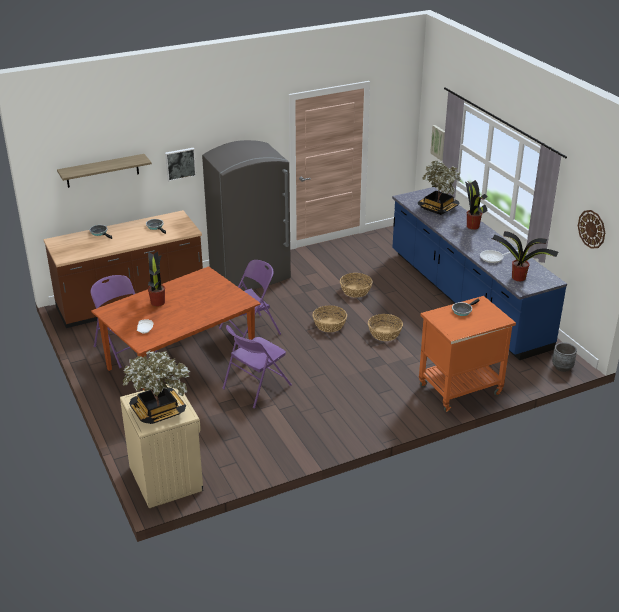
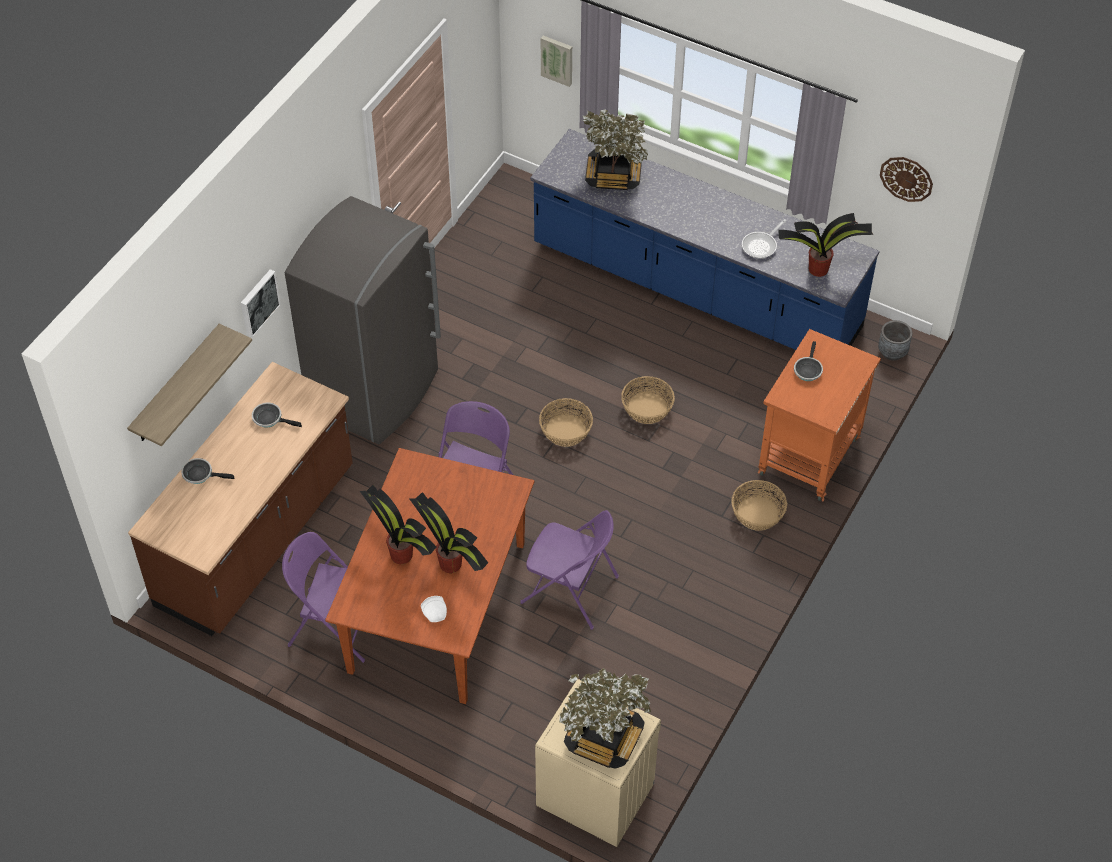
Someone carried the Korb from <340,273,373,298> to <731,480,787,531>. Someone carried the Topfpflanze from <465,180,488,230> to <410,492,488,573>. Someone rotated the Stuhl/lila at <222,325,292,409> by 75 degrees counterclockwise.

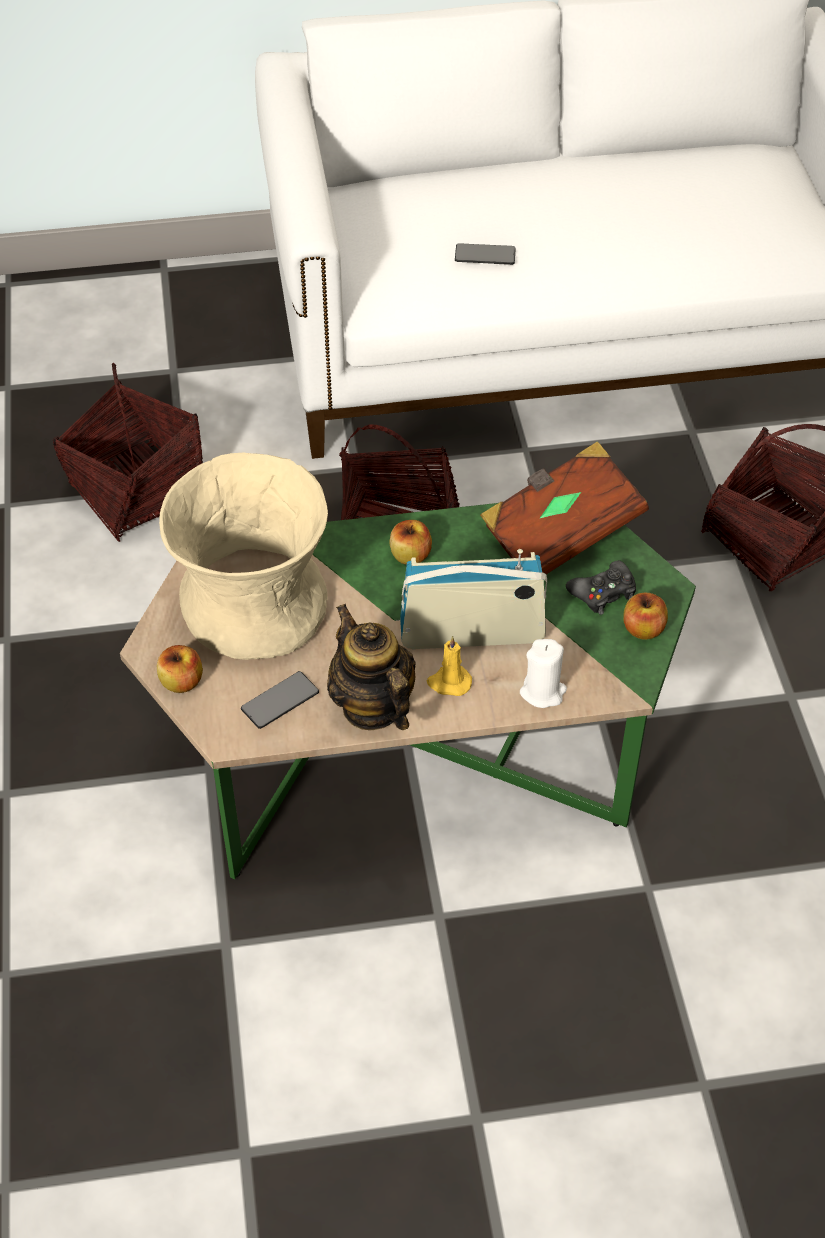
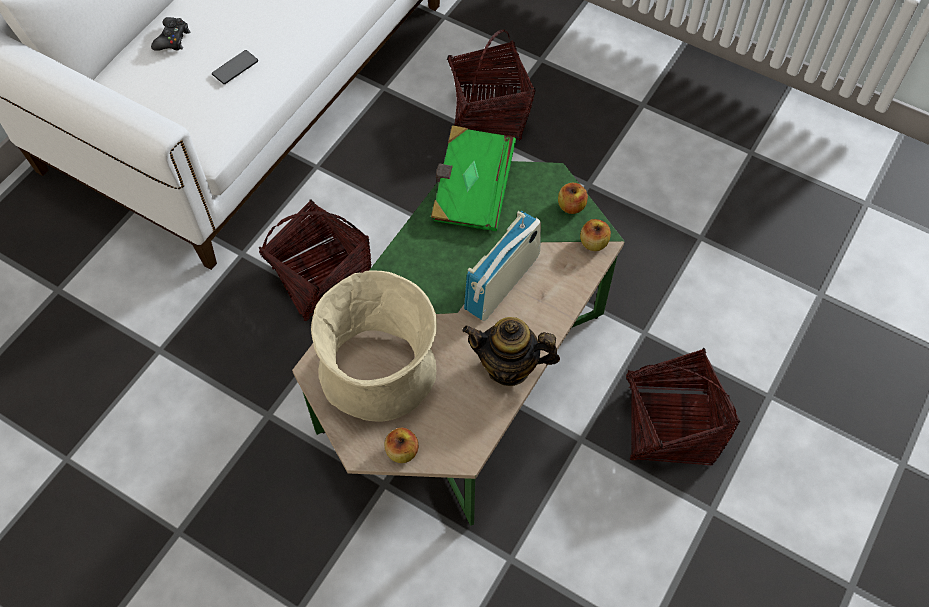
Someone took away the Handy at <241,671,319,729>. Someone took away the Kerze/gelb at <427,636,472,696>. Someone took away the Kerze/weiß at <520,639,567,708>. Someone carried the Korb from <53,363,203,542> to <626,348,740,466>. Someone carried the Apfel from <390,520,432,565> to <580,219,611,251>. Someone carried the Gamepad/schwarz from <566,560,636,615> to <151,17,190,51>. Someone repainted the Buch/braun at <480,441,649,574>, which became the Buch/grün at <431,125,516,231>.

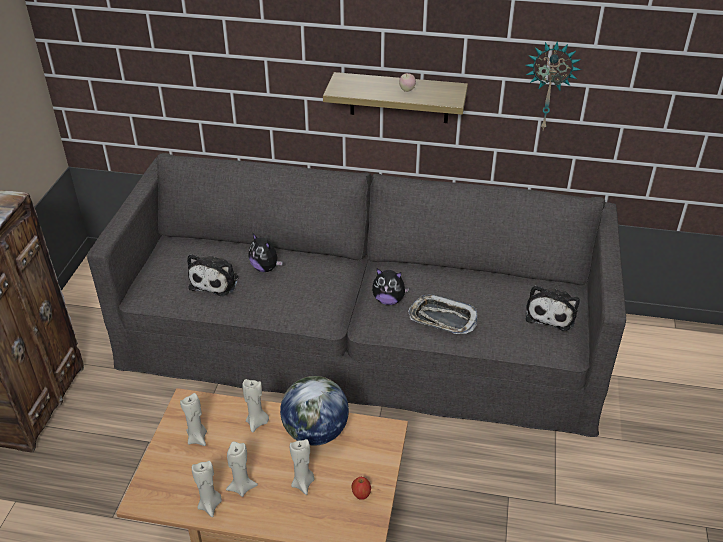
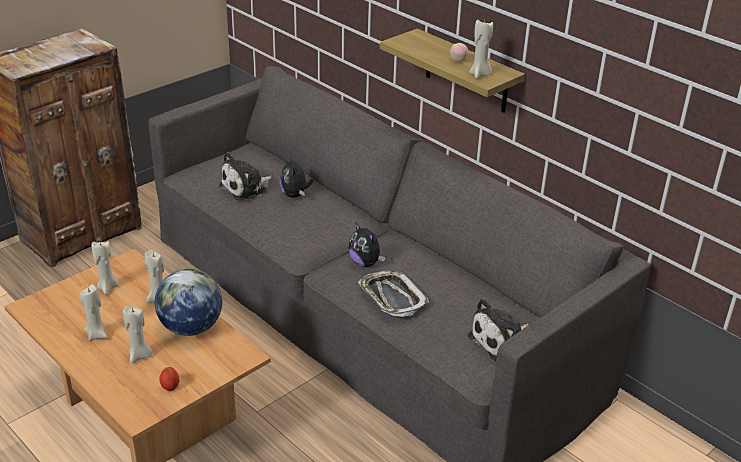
Someone took away the Wanduhr at <525,41,581,129>. Someone carried the Kerze/beige from <192,461,222,517> to <469,20,493,79>.

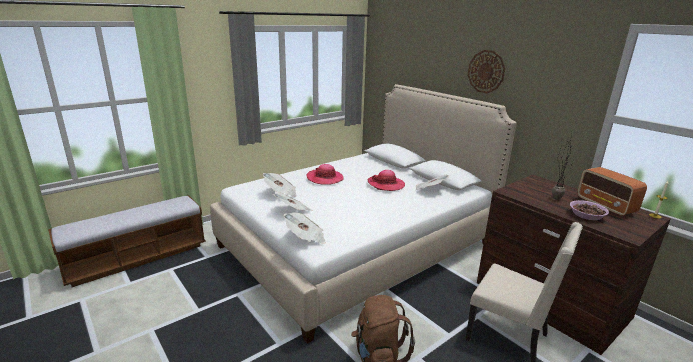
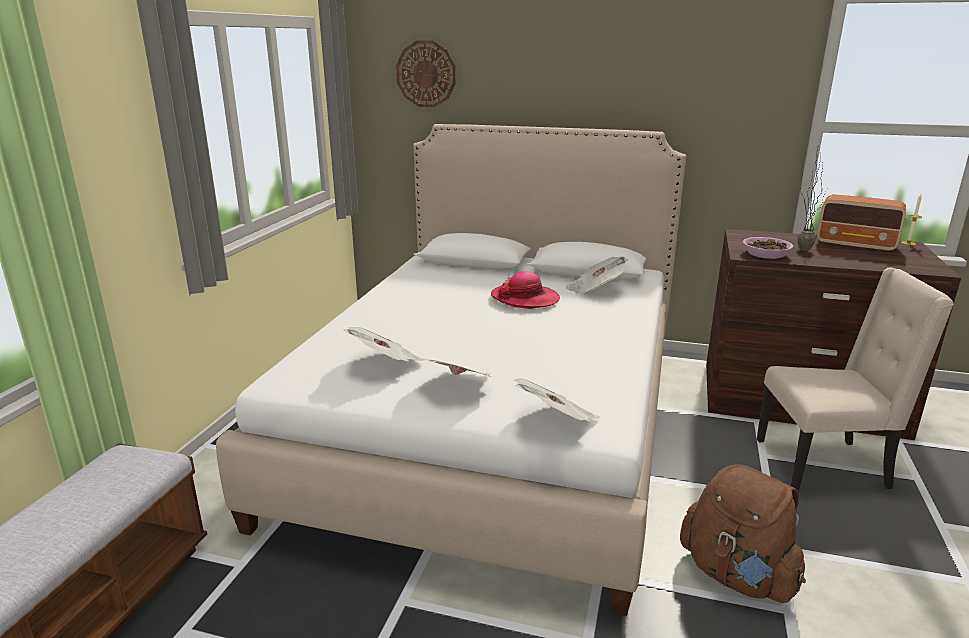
Someone took away the Hut at <306,164,344,185>. Someone carried the Wanduhr from <468,50,505,93> to <396,41,456,107>. Someone carried the Schüssel from <570,200,609,220> to <743,237,793,259>.

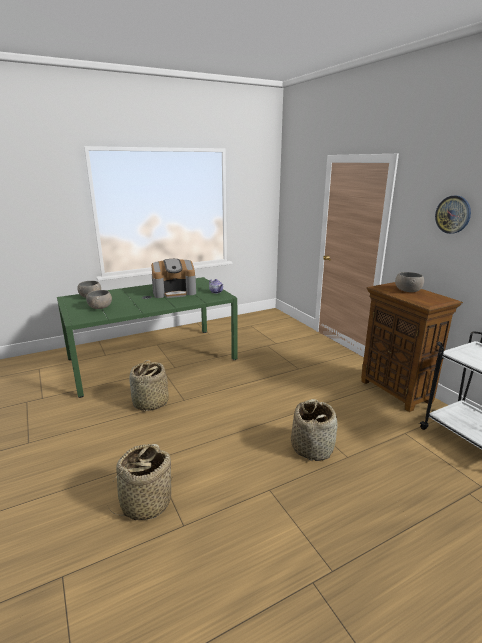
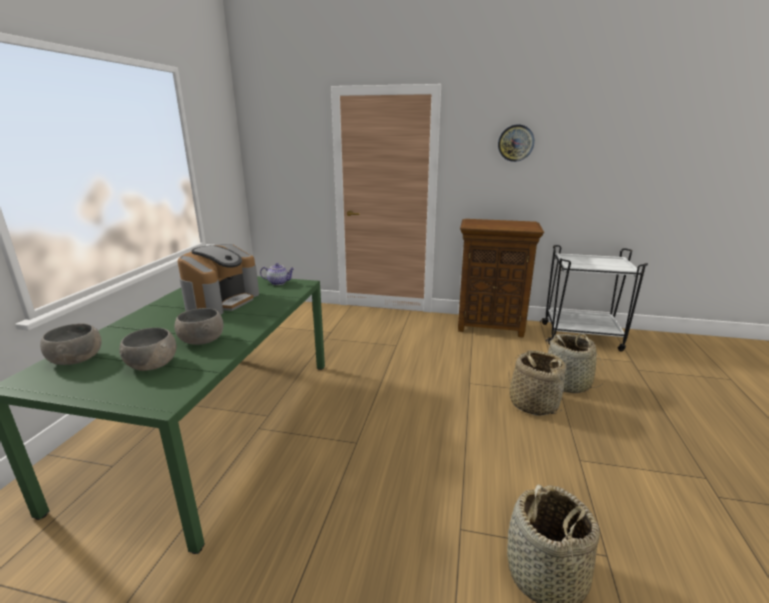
Someone carried the Korb from <129,360,169,411> to <548,333,606,393>. Someone carried the Schüssel/grau from <395,272,424,292> to <174,308,223,345>.

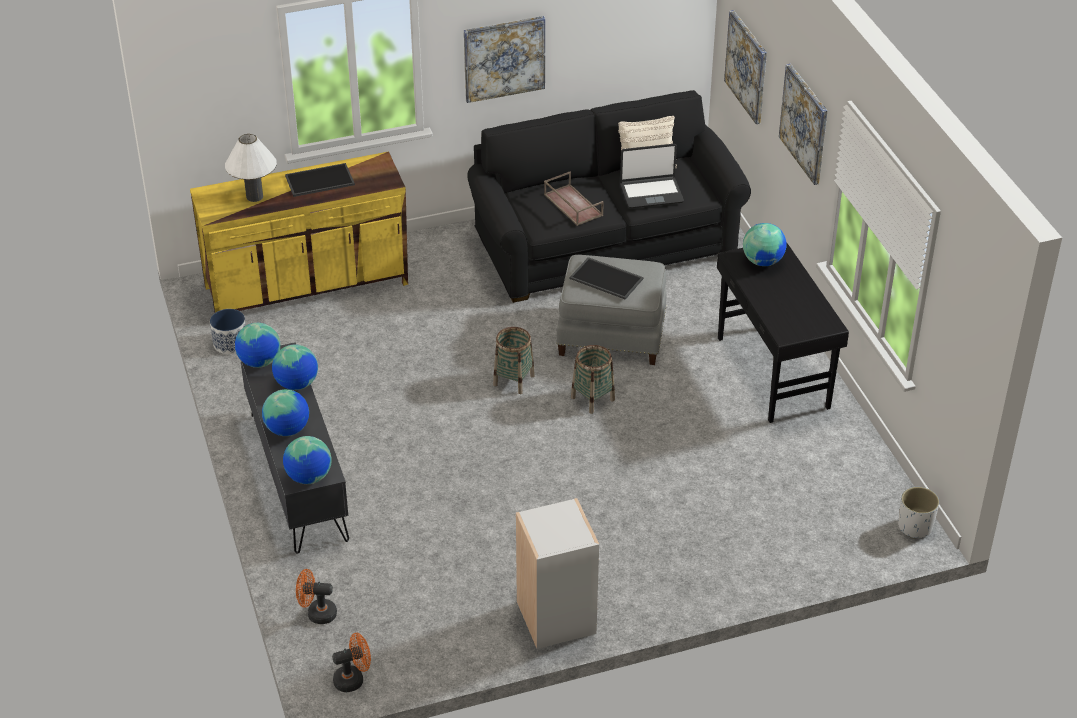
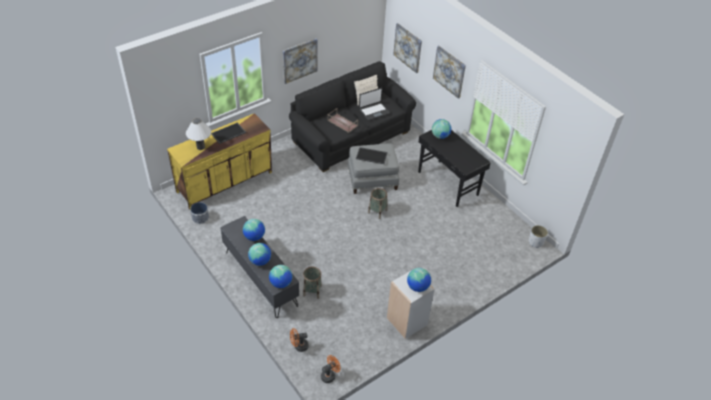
Someone carried the Globus from <235,323,280,368> to <407,268,431,292>. Someone carried the Korb from <493,327,535,394> to <303,267,322,299>.

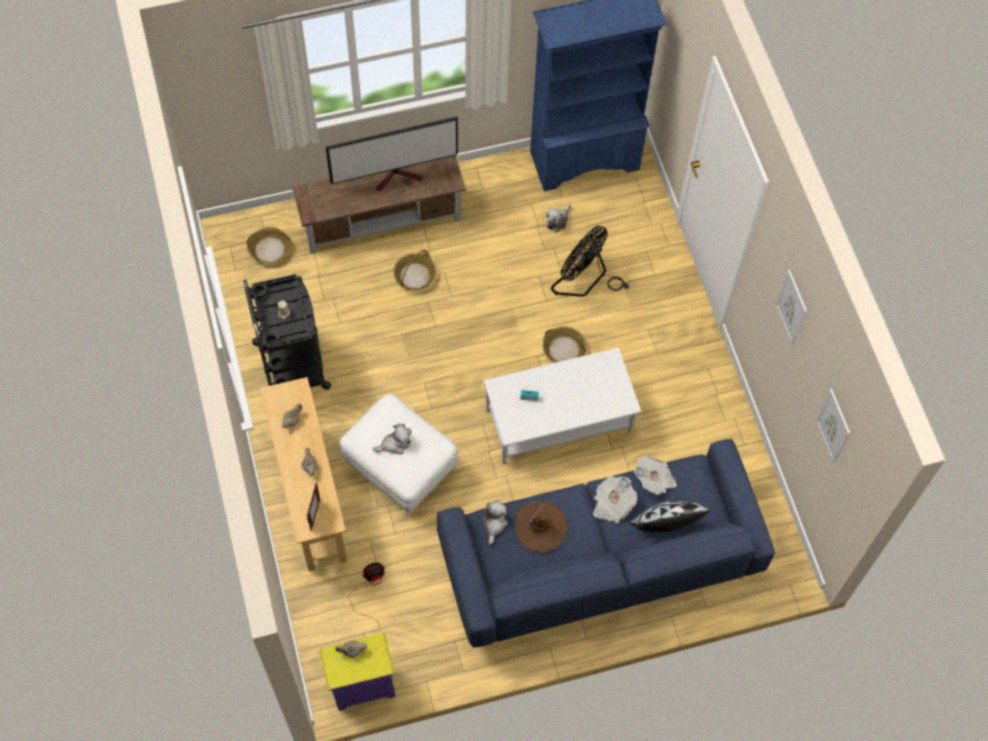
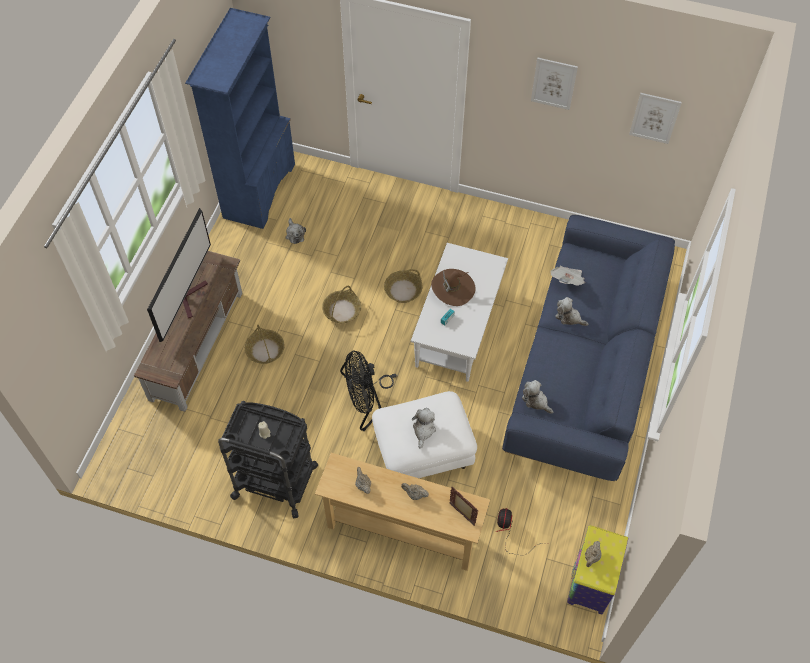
Someone took away the Kissen at <630,501,711,532>. Someone carried the Korb from <247,227,291,264> to <322,286,361,323>. Someone carried the Hut/braun from <515,501,568,552> to <431,269,476,306>. Someone carried the Ventilator/schwarz from <551,226,629,297> to <340,351,396,431>. Someone swapped the Zeitung at <593,476,637,523> for the Plüschtier at <555,297,589,326>.

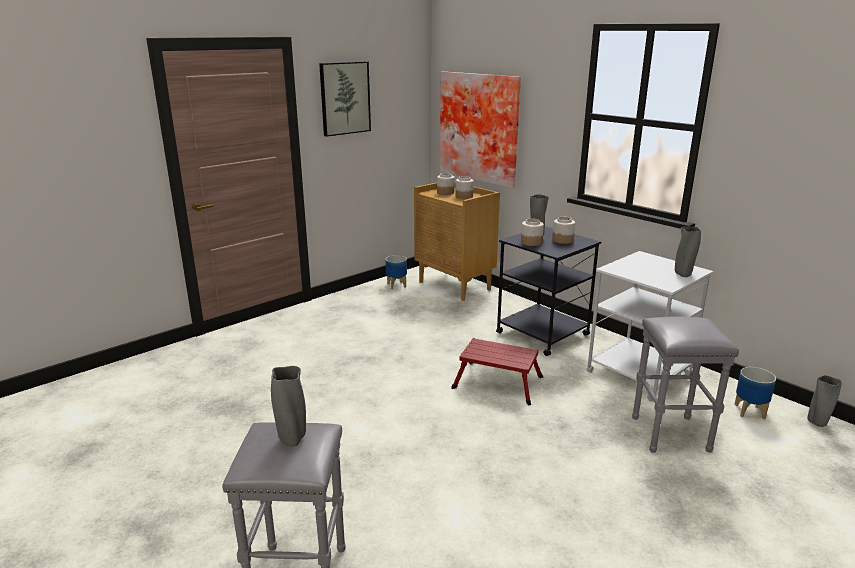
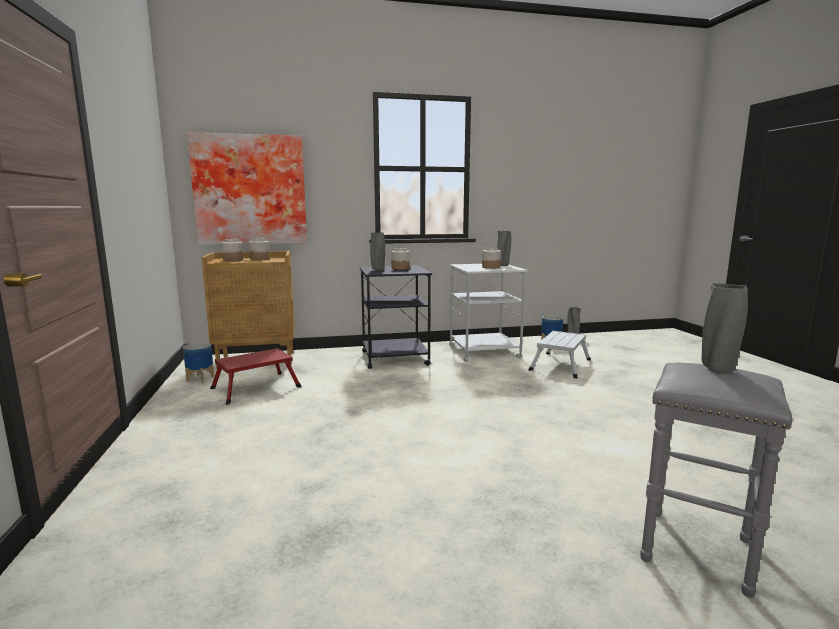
Someone took away the Bild at <319,61,371,137>. Someone carried the Trittleiter/rot from <451,338,543,405> to <210,348,302,405>. Someone carried the Vorratsglas from <521,219,544,246> to <482,247,501,269>. Someone swapped the Hocker/grau at <632,316,739,453> for the Trittleiter/weiß at <528,331,591,378>.

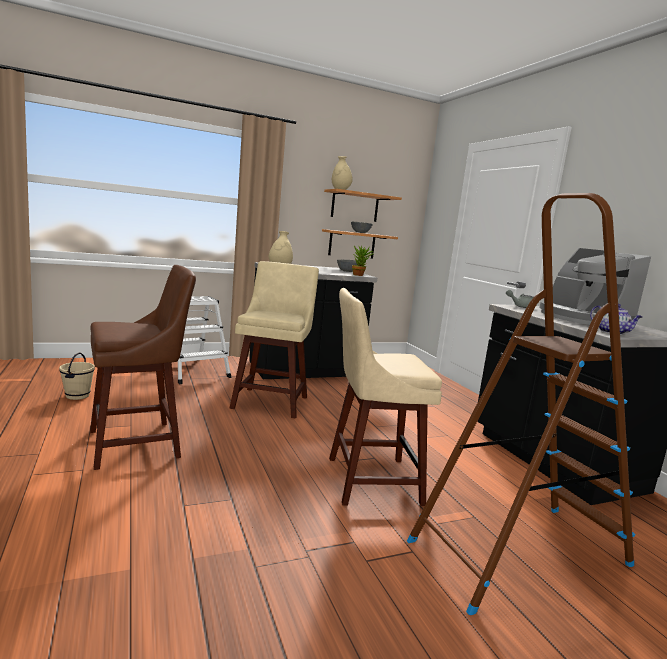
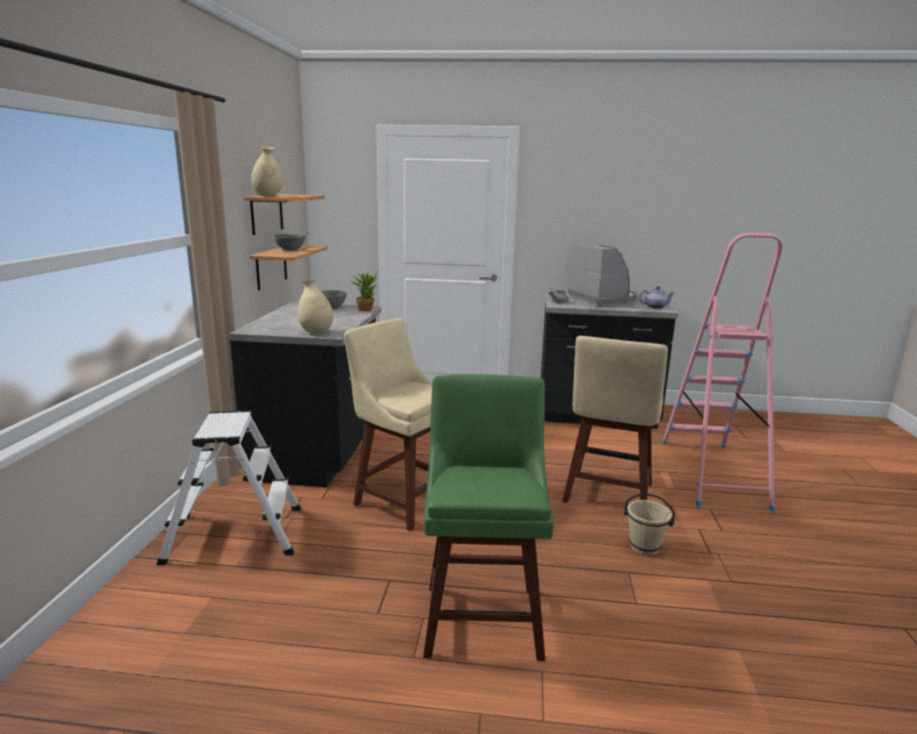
Someone carried the Eimer/beige from <59,352,95,400> to <624,493,675,556>. Someone repainted the Stuhl/braun at <90,265,196,470>, which became the Stuhl/grün at <423,374,554,661>. Someone repainted the Trittleiter/braun at <407,193,635,615>, which became the Trittleiter/rosa at <662,233,782,513>. Someone rotated the Kaffeemaschine at <539,248,651,325> by 120 degrees counterclockwise.

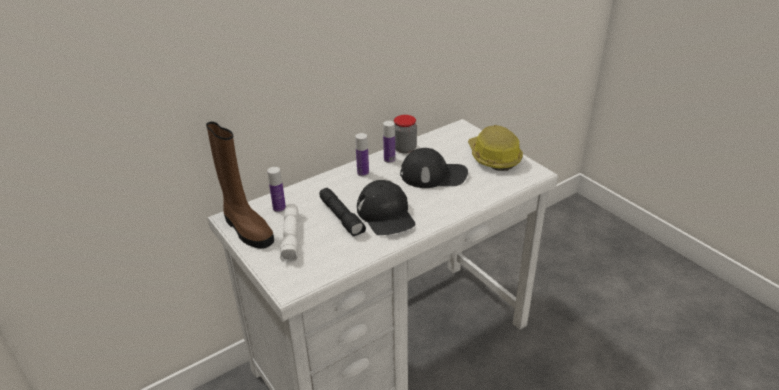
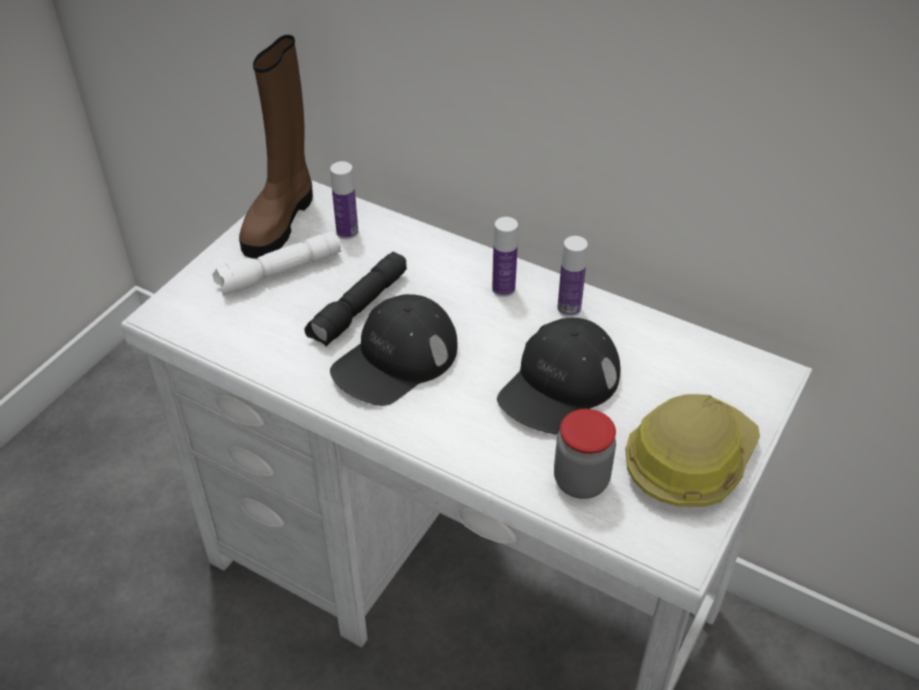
Someone carried the Vorratsglas from <394,115,417,153> to <554,409,616,499>. Someone rotated the Kappe/schwarz at <400,148,468,188> by 60 degrees clockwise.

